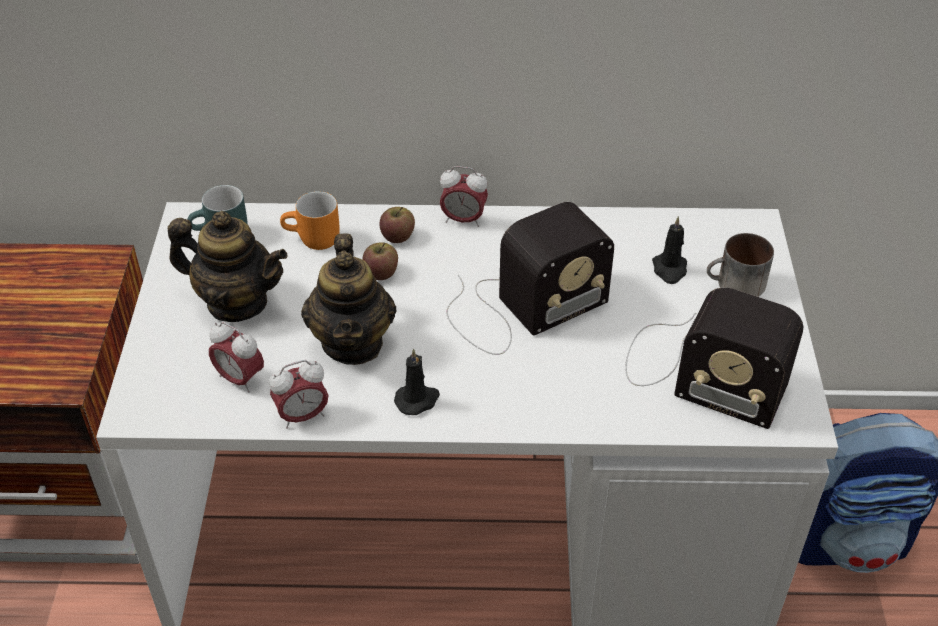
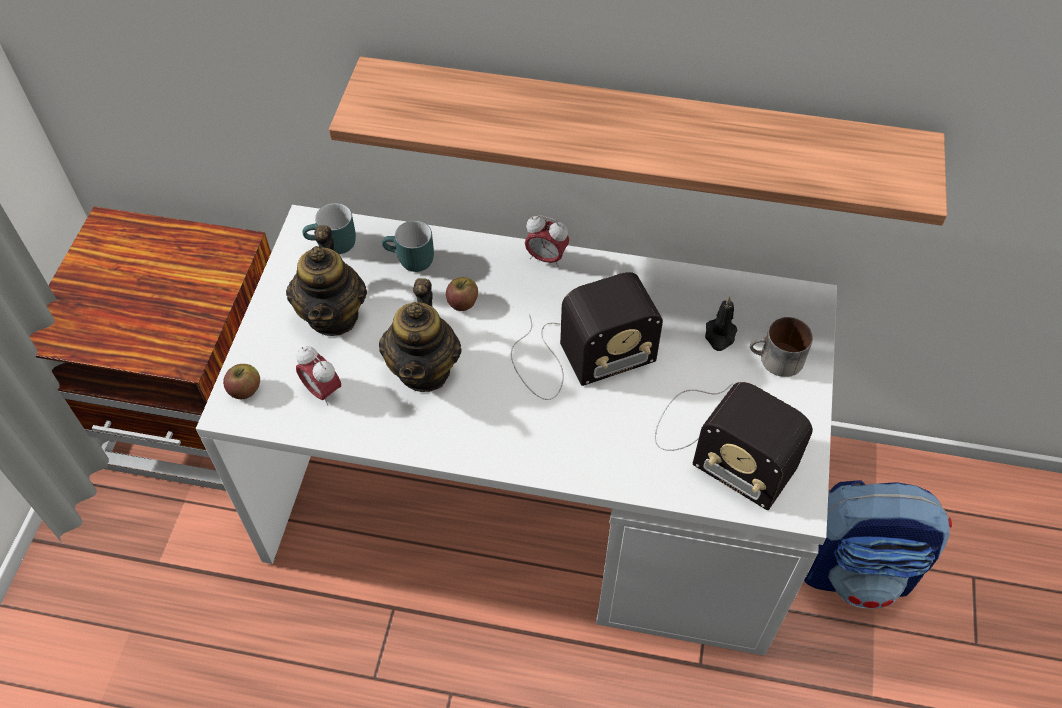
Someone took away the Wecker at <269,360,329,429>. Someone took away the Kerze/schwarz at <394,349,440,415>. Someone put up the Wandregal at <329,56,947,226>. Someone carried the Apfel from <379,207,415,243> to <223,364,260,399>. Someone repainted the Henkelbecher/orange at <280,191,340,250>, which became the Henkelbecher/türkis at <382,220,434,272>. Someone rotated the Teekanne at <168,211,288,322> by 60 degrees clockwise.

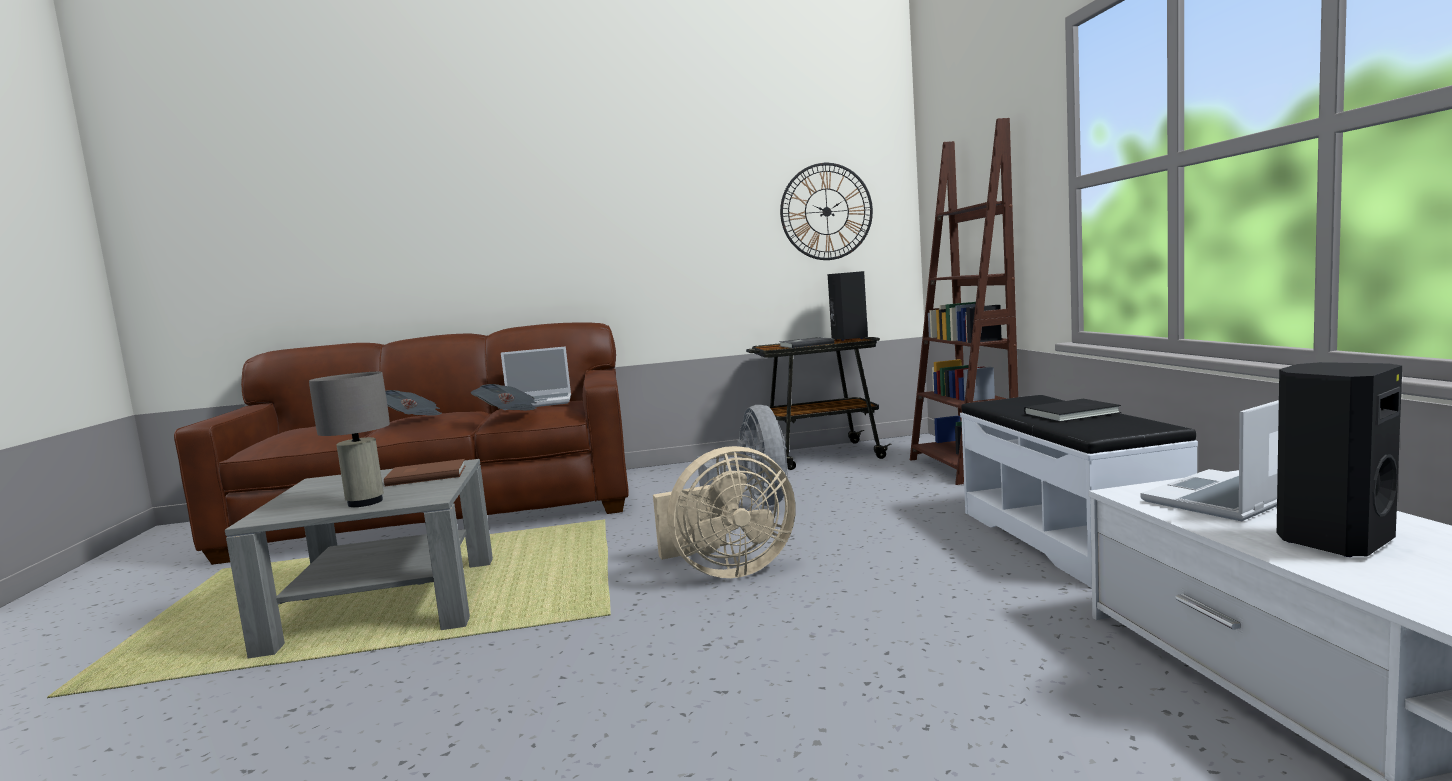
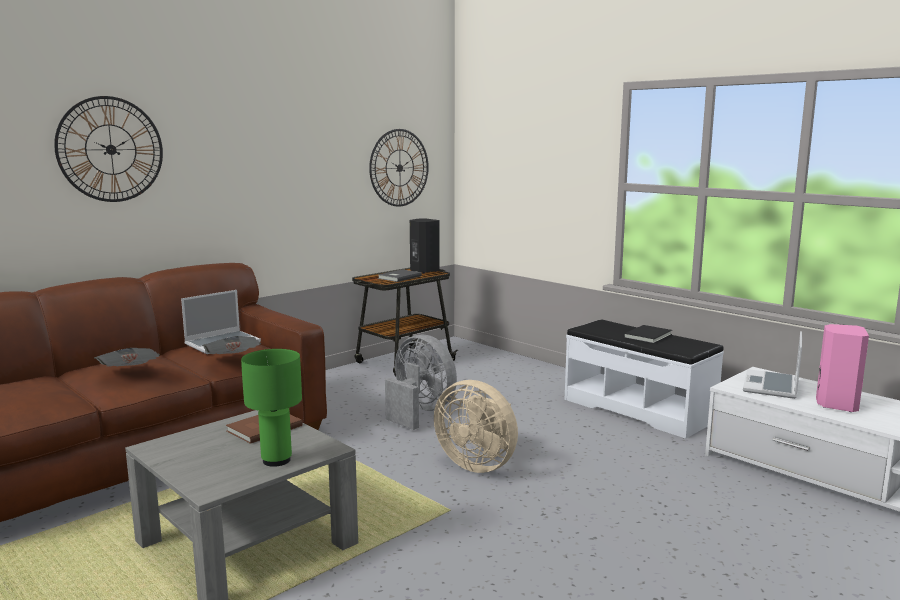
Someone took away the Bücherregal/braun at <910,118,1018,485>. Someone put up the Wanduhr at <54,96,163,202>. Someone repainted the Tischlampe/grau at <309,372,390,507>, which became the Tischlampe/grün at <241,349,302,467>. Someone repainted the Lautsprecher/schwarz at <1277,362,1402,557>, which became the Lautsprecher/rosa at <816,324,869,412>. Someone rotated the Ventilator/beige at <653,446,796,578> by 90 degrees clockwise.

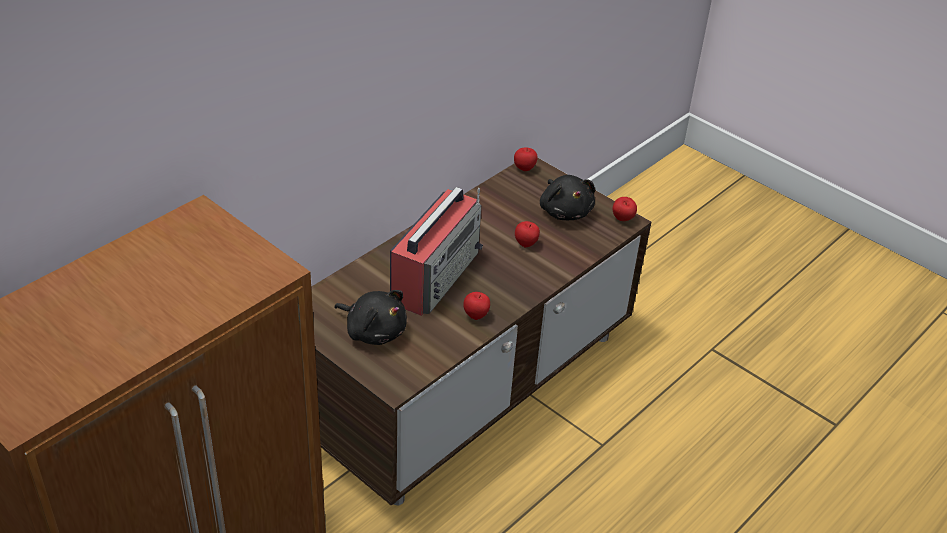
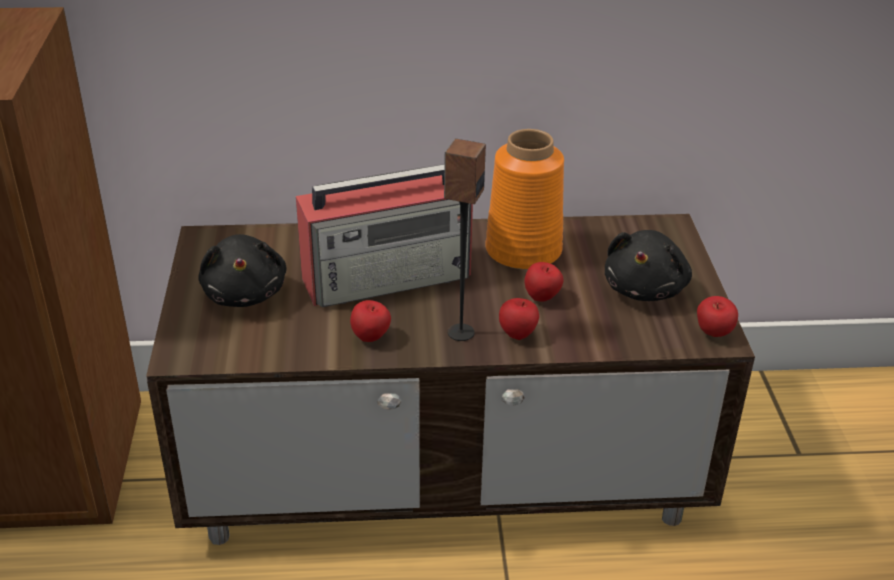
Someone put down the Lautsprecher at <444,139,486,341>. Someone put down the Vase/orange at <485,129,564,269>. Someone carried the Apfel from <514,147,538,171> to <499,298,539,340>.

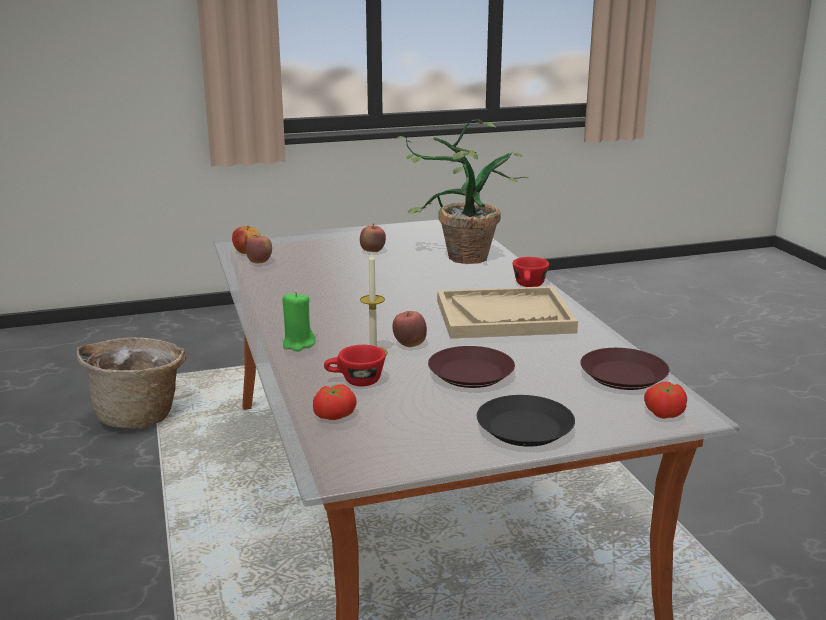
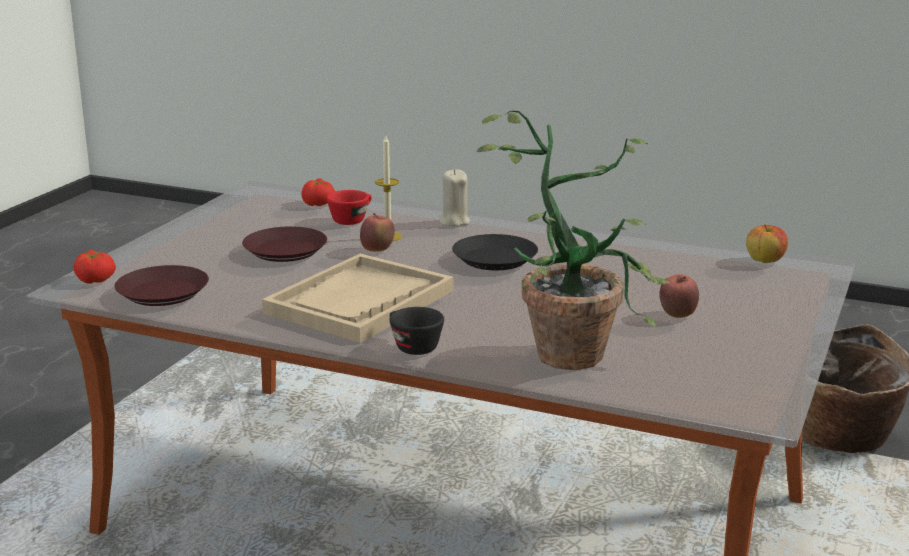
Someone took away the Apfel at <246,234,272,263>. Someone carried the Teller/schwarz from <477,395,575,447> to <452,234,538,270>. Someone repainted the Kerze/grün at <282,292,315,351>, which became the Kerze/beige at <439,169,470,227>. Someone repainted the Tasse/rot at <512,257,549,287>, which became the Tasse/schwarz at <390,307,444,355>.

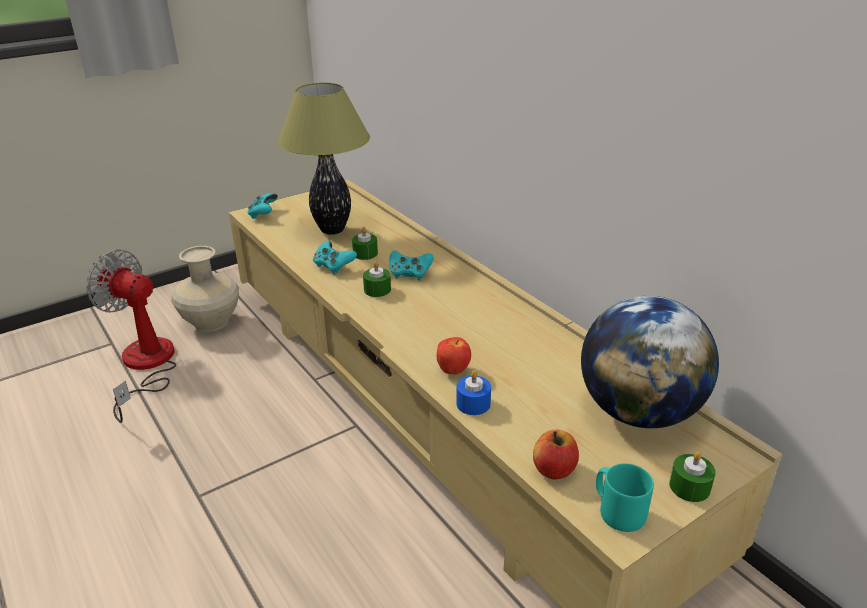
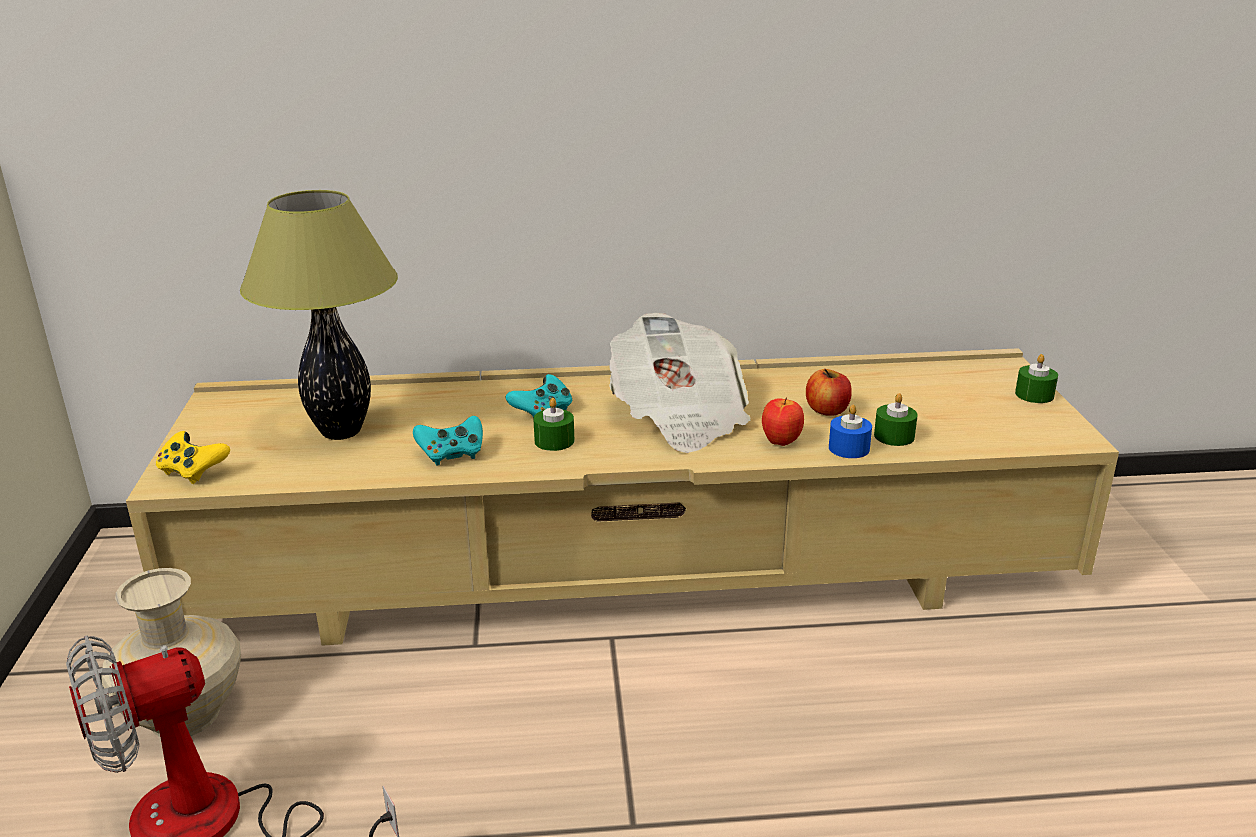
Someone took away the Globus at <581,296,719,428>. Someone took away the Henkelbecher/türkis at <596,463,654,532>. Someone put down the Zeitung at <609,313,750,453>. Someone carried the Kerze/grün from <352,227,378,260> to <874,393,918,446>. Someone carried the Apfel from <533,430,579,479> to <806,369,852,416>. Someone repainted the Gamepad/türkis at <248,193,278,219>, which became the Gamepad/gelb at <156,431,230,484>.

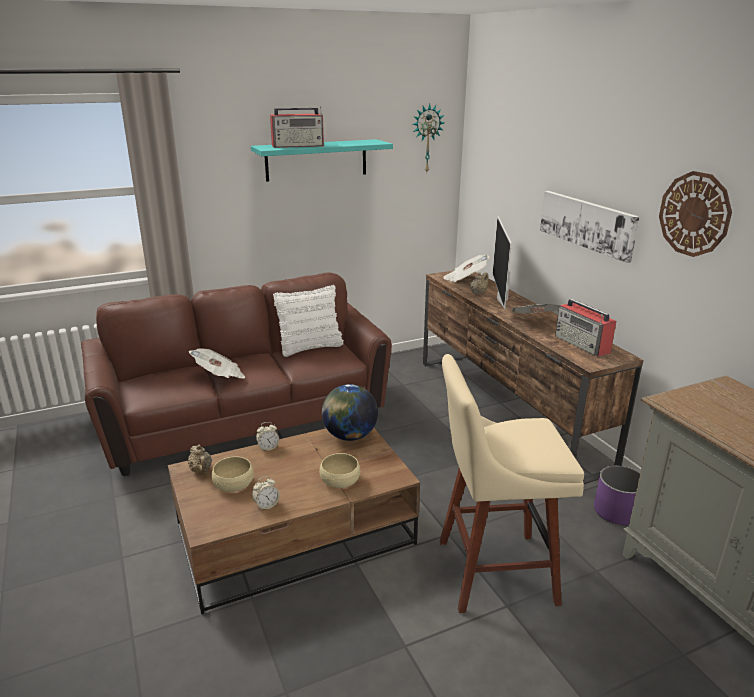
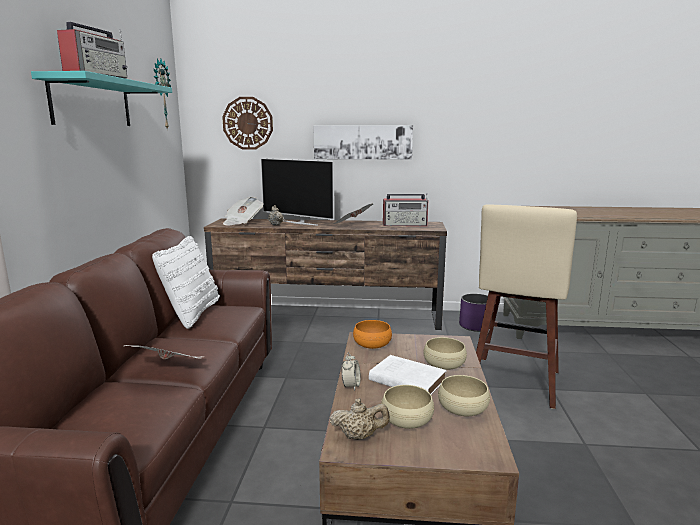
Someone put down the Buch/weiß at <369,355,447,395>. Someone carried the Wanduhr from <659,171,732,257> to <222,97,273,150>. Someone swapped the Wecker at <252,476,280,511> for the Schüssel/beige at <438,375,490,416>. Someone swapped the Globus at <322,384,378,441> for the Schüssel/orange at <353,320,392,349>.

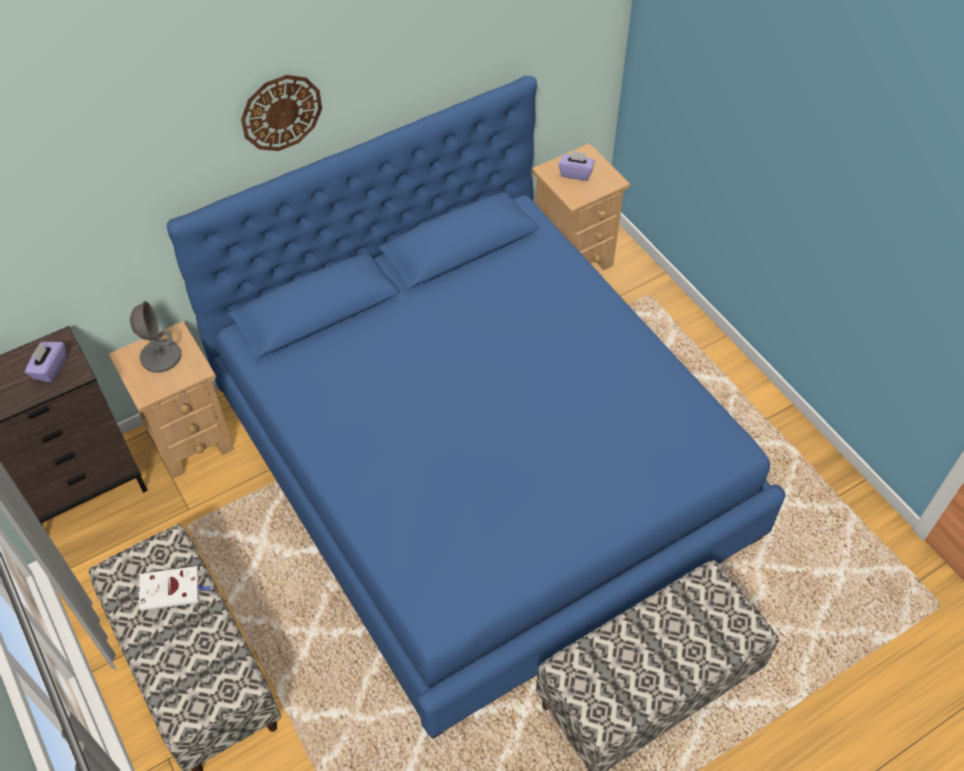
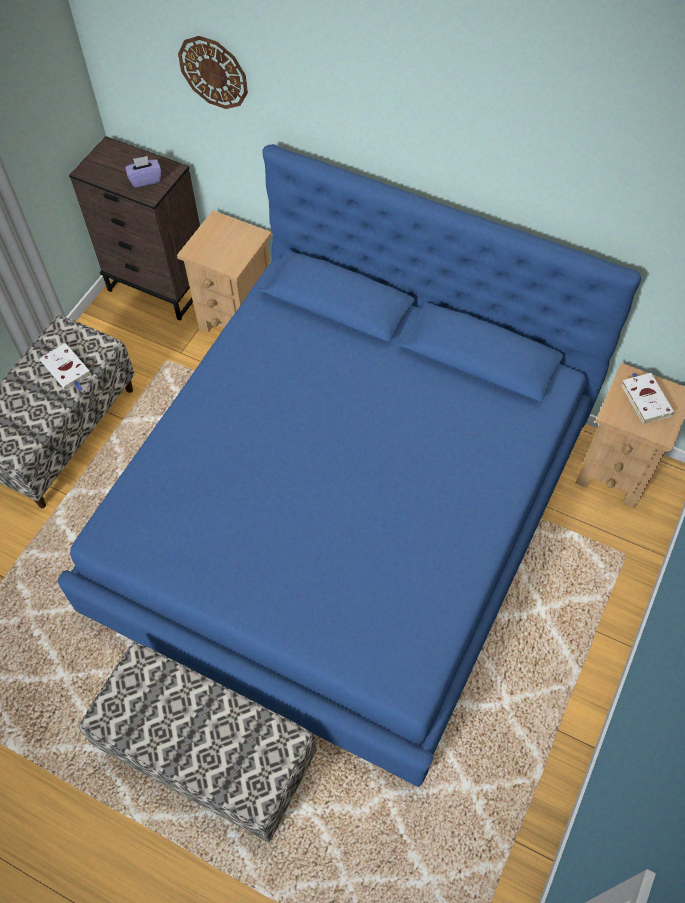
Someone took away the Tischlampe/grau at <130,301,181,372>. Someone carried the Wanduhr from <241,75,322,151> to <178,36,248,109>. Someone swapped the Taschentuchbox/lila at <559,151,595,181> for the Buch/weiß at <621,373,675,424>.

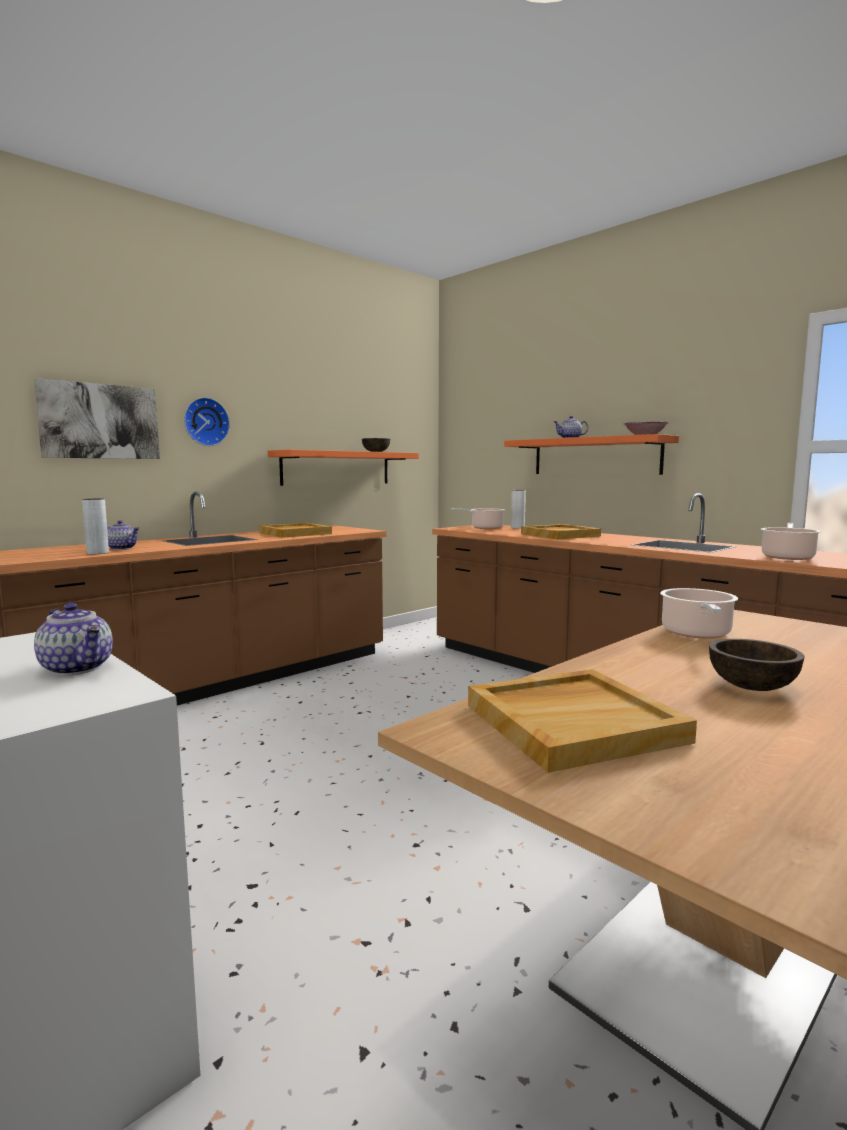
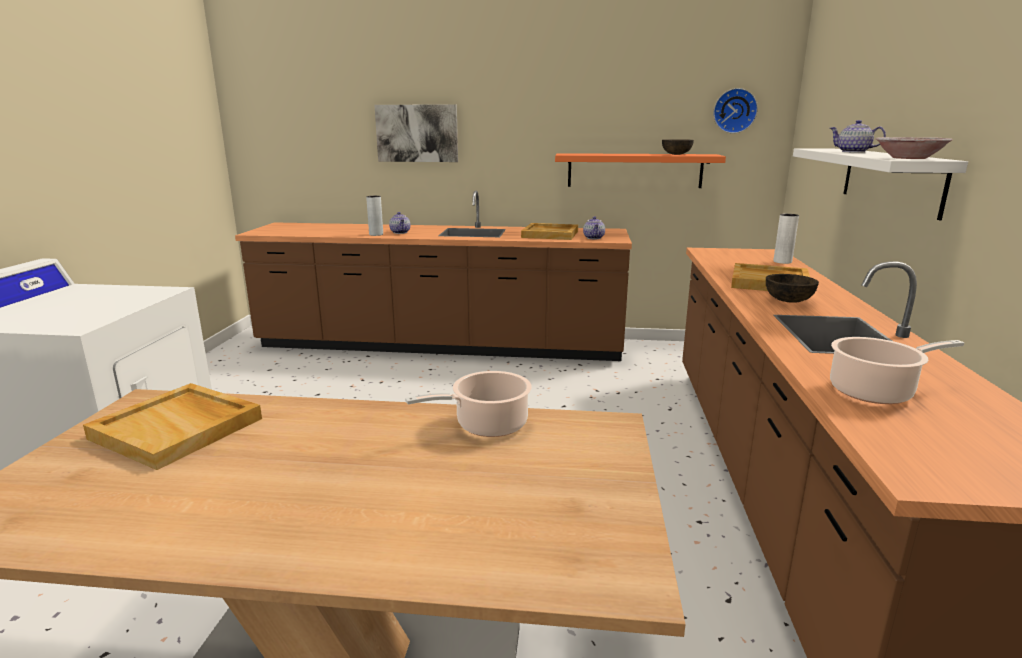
Someone took away the Kochtopf at <451,508,505,529>. Someone carried the Teekanne from <34,603,113,676> to <583,216,605,239>. Someone carried the Wanduhr from <184,397,230,446> to <713,88,758,134>. Someone carried the Schüssel/braun from <709,639,805,691> to <766,274,819,303>. Someone repainted the Wandregal/orange at <504,434,679,475>, which became the Wandregal/weiß at <793,148,968,220>.

